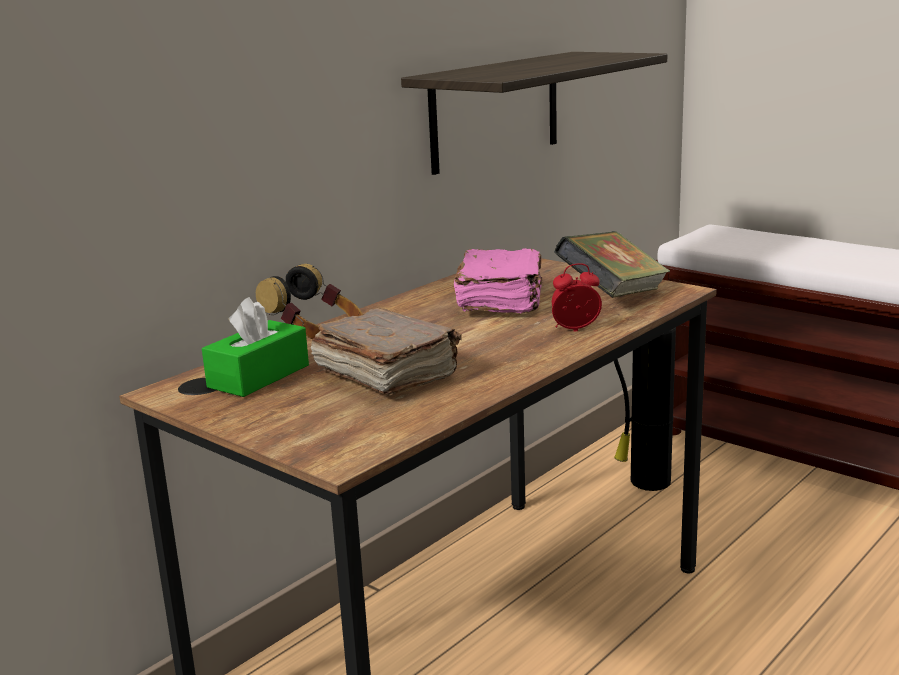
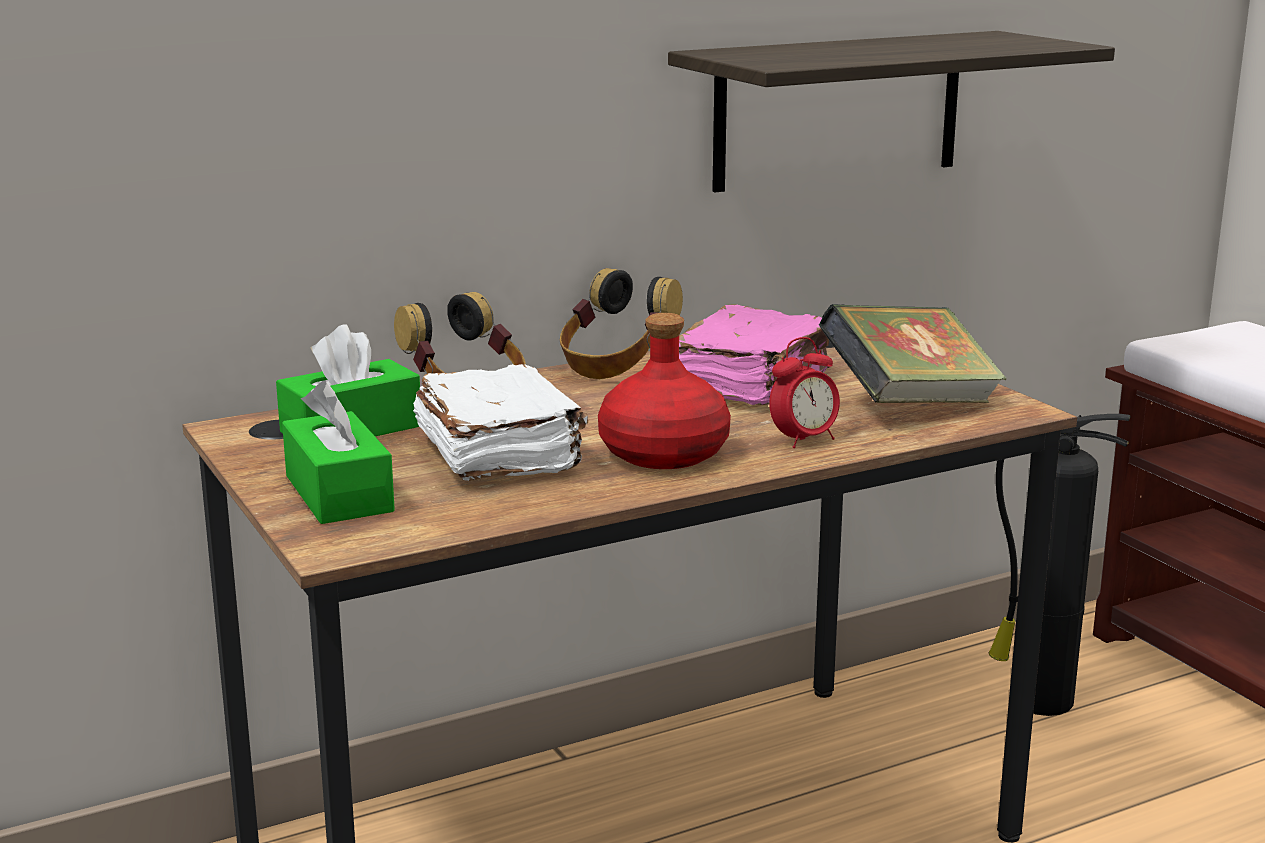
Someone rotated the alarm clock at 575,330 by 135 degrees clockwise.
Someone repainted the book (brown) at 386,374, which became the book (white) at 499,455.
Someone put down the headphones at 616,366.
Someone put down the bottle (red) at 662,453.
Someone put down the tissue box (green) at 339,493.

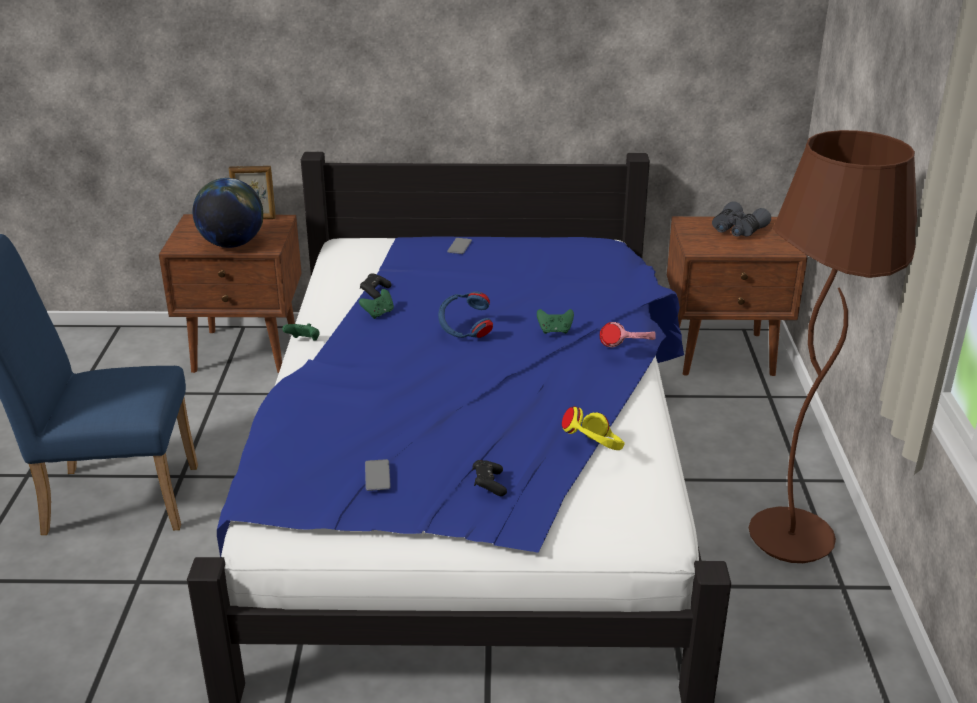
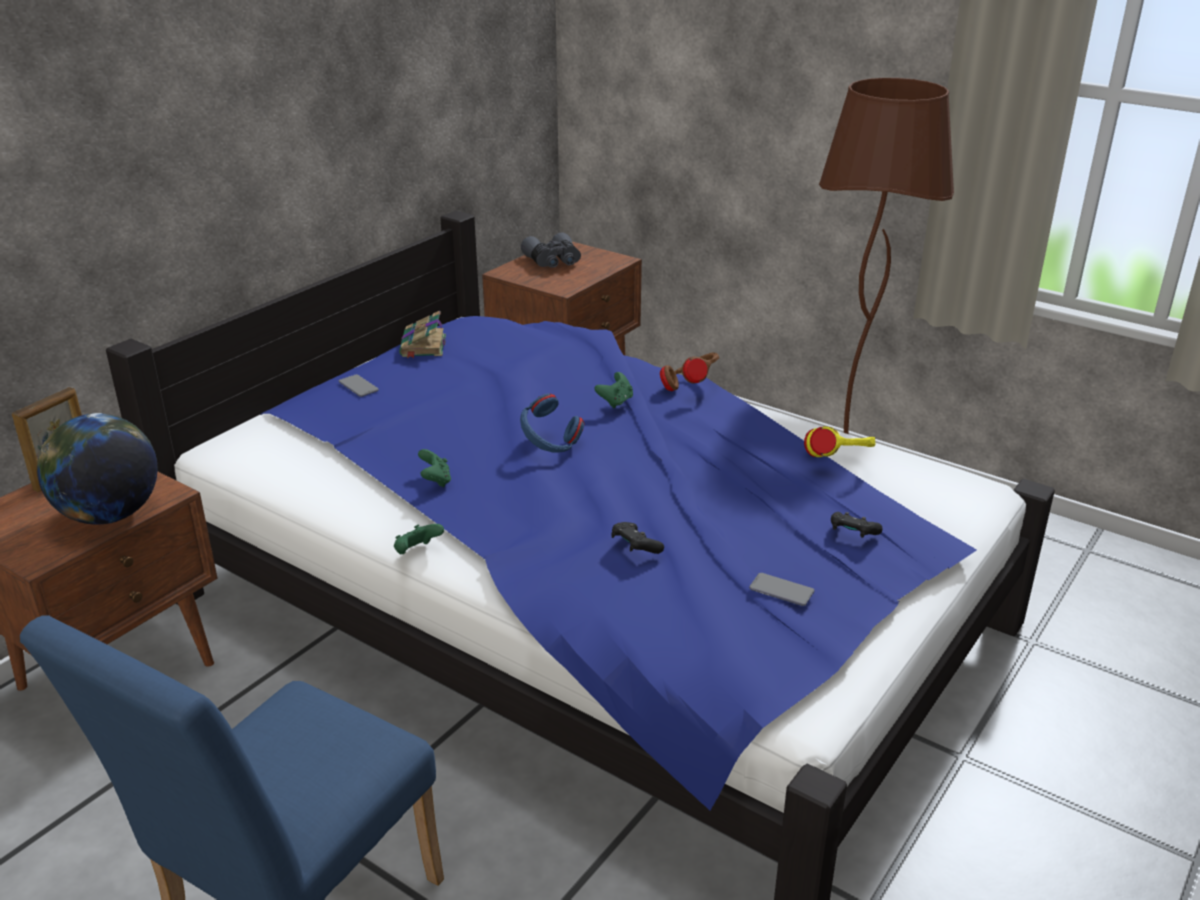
Someone carried the game controller (black) from 375,292 to 635,547.
Someone repainted the headphones (pink) at 626,352, which became the headphones (brown) at 691,387.
Someone put down the book at 423,346.

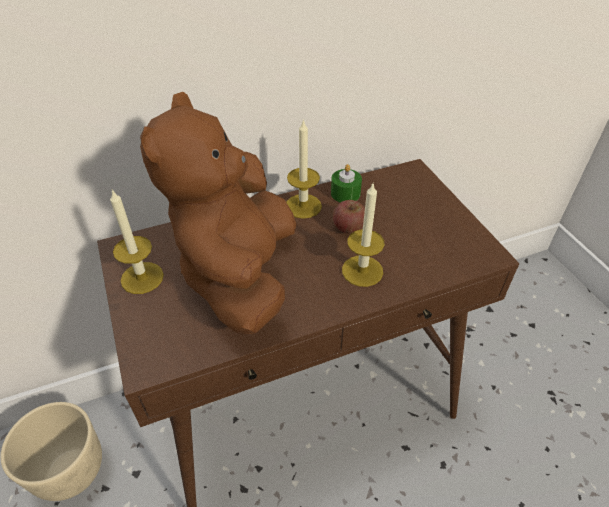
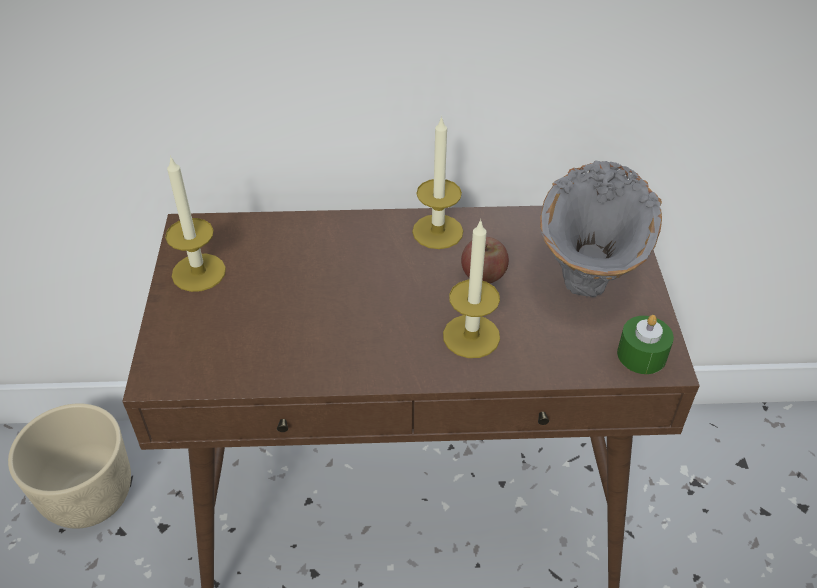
Someone took away the plush toy (brown) at 239,273.
Someone carried the candle (green) from 345,193 to 641,355.
Someone put down the vase (grey) at 591,270.

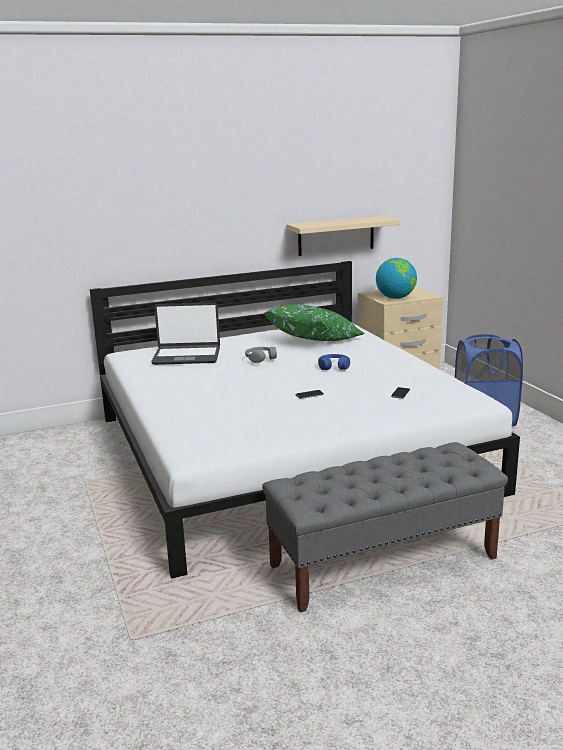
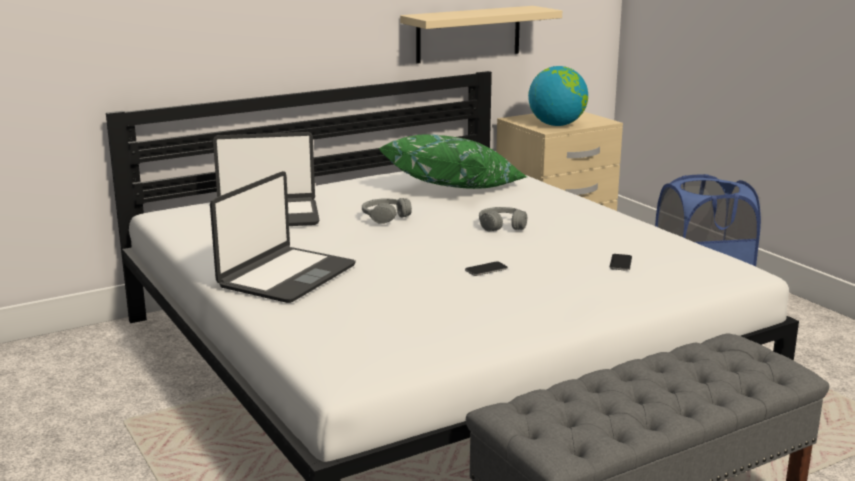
Someone repainted the headphones (blue) at 334,367, which became the headphones (grey) at 502,226.
Someone put down the laptop at 286,276.

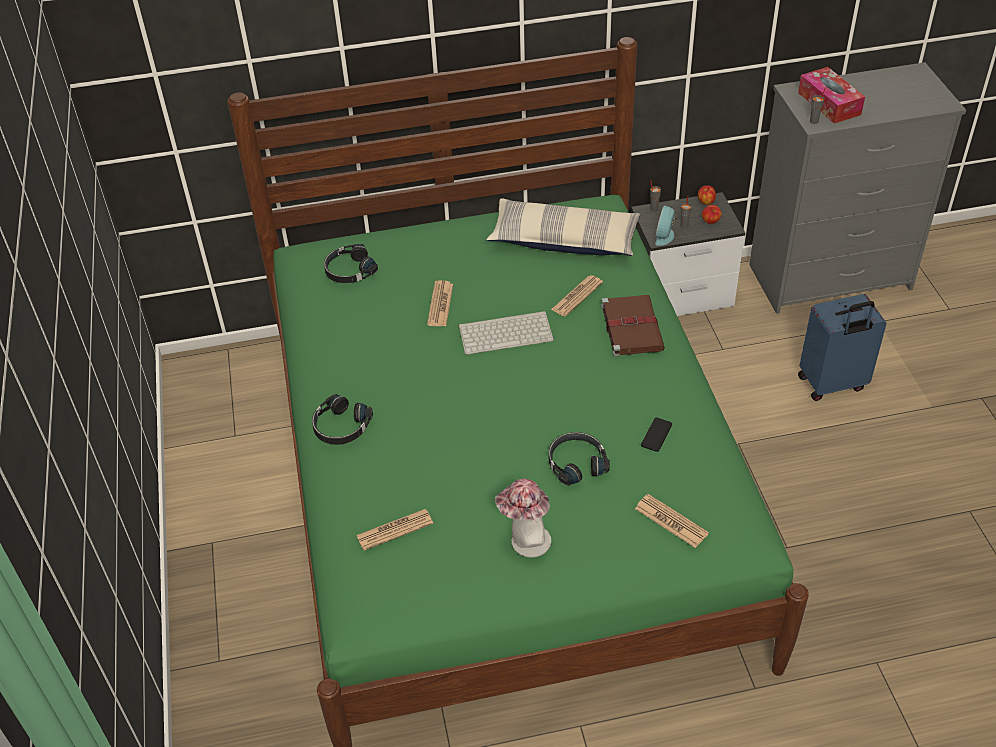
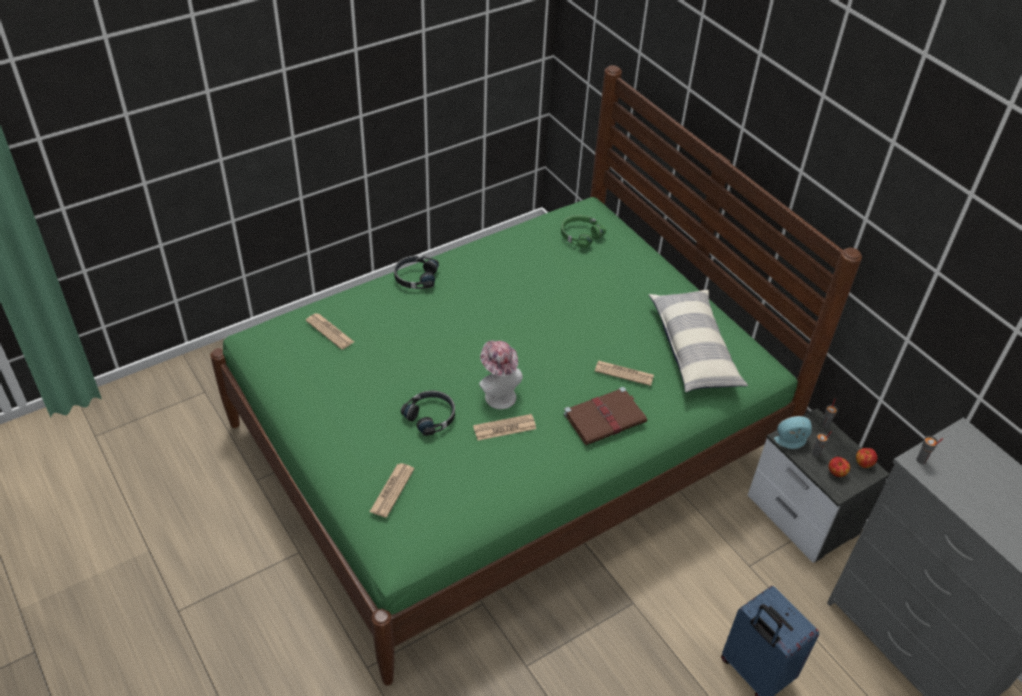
Someone took away the tissue box at 829,103.
Someone repainted the headphones (black) at 349,270, which became the headphones (green) at 580,235.
Someone carried the newspaper from 440,304 to 504,428.
Someone took away the keyboard at 506,332.
Someone took away the phone at 656,435.
Someone carried the hat from 525,542 to 498,394.

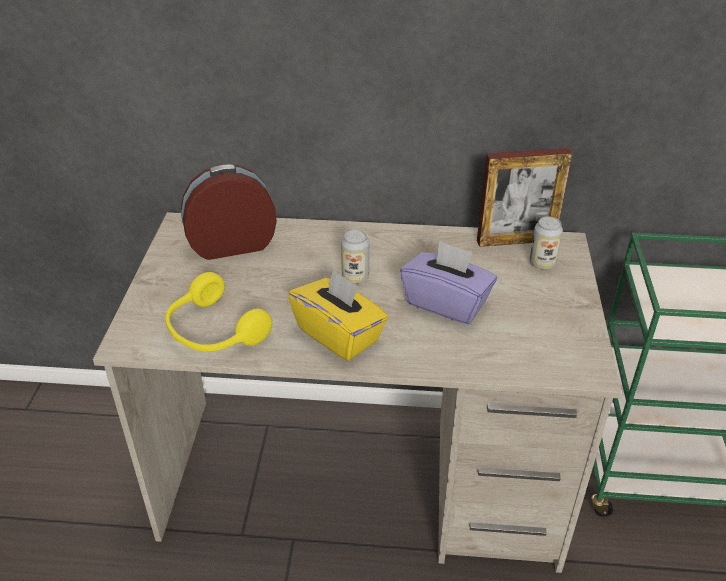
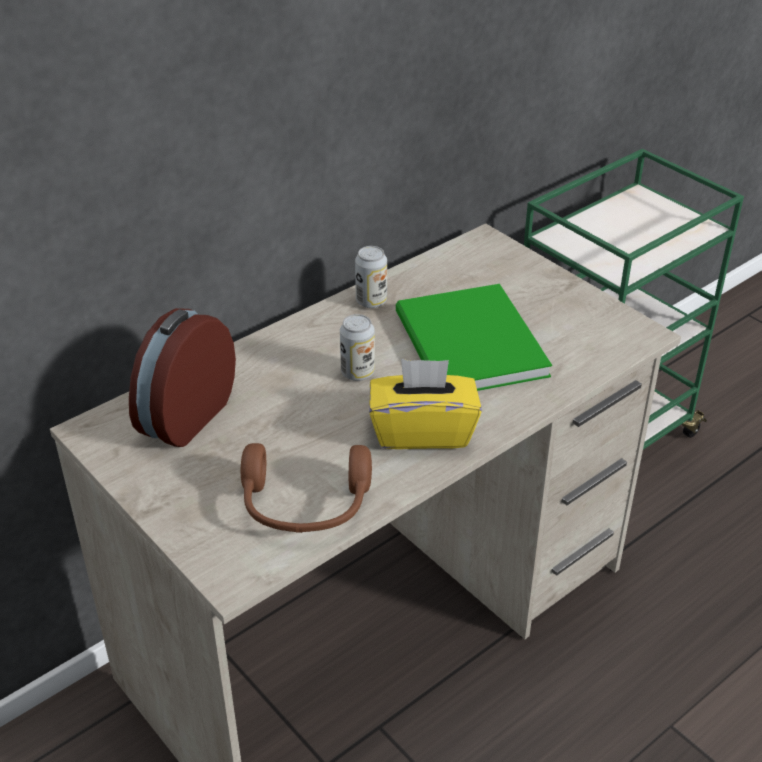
Someone took away the picture frame at 516,240.
Someone carried the can from 542,263 to 371,301.
Someone swapped the tissue box (purple) at 446,303 for the book (green) at 468,347.
Someone repainted the headphones (yellow) at 213,332, which became the headphones (brown) at 305,506.

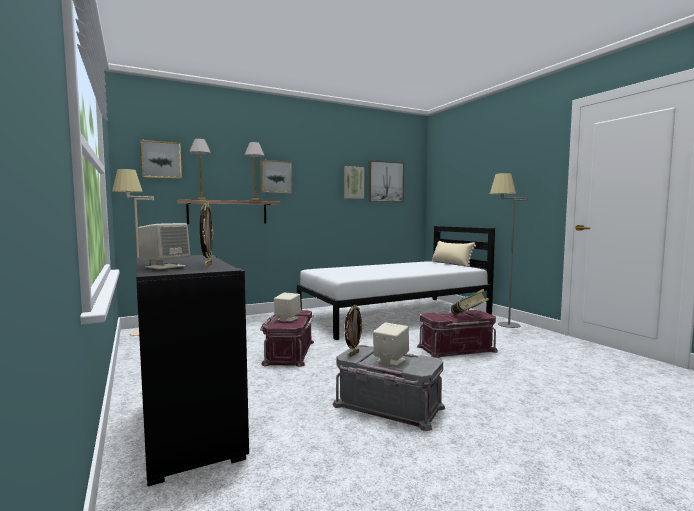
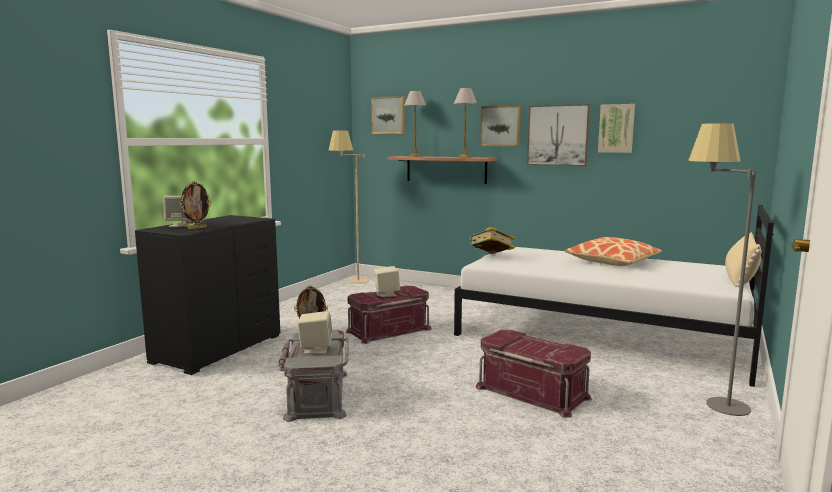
Someone carried the picture from 385,182 to 558,135.
Someone carried the book from 468,317 to 491,256.
Someone put down the pillow at 612,261.

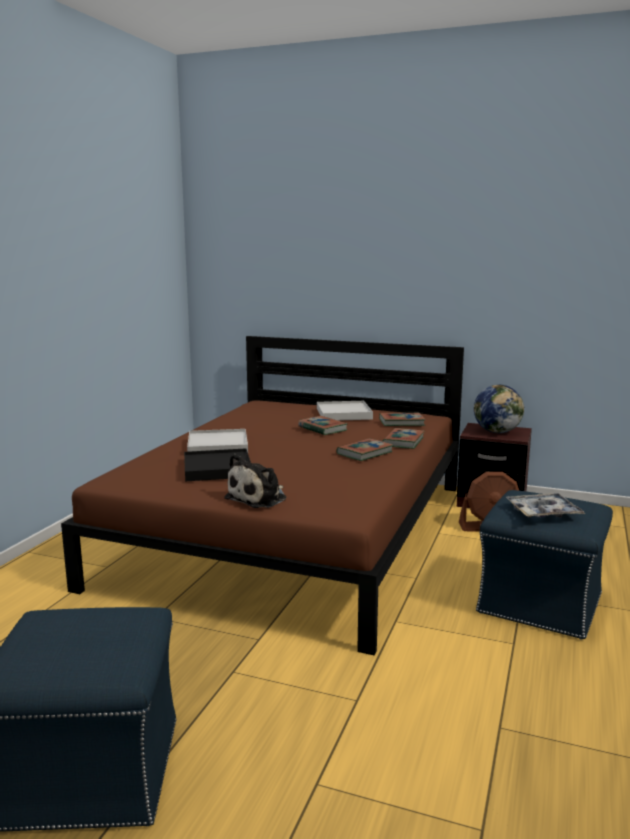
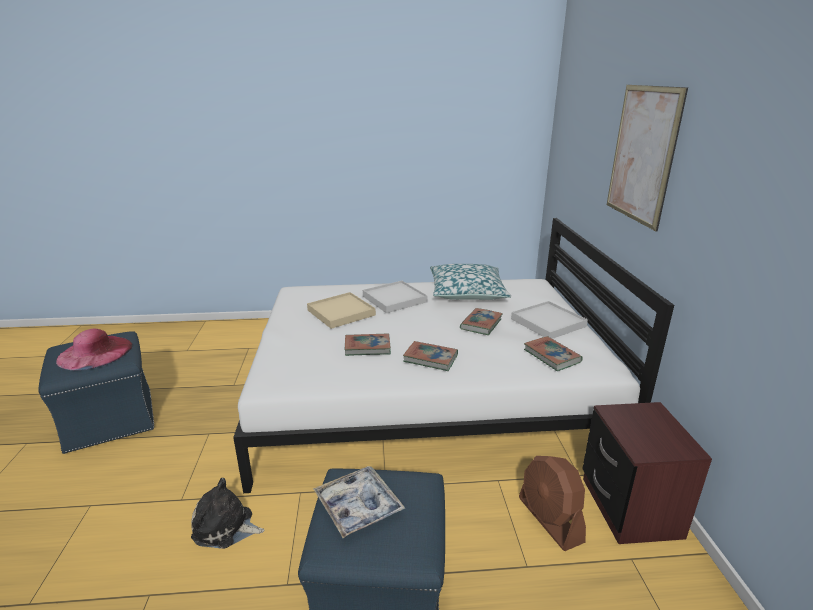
Someone repainted the bed (brown) at 296,532, which became the bed (white) at 428,396.
Someone took away the globe at 497,432.
Someone carried the book from 403,442 to 367,347.
Someone repainted the tray (black) at 217,468, which became the tray (beige) at 341,313.
Someone carried the plush toy from 259,498 to 226,527.
Someone put up the picture at 642,154.
Someone put down the pillow at 467,292.
Someone put down the hat (pink) at 95,352.

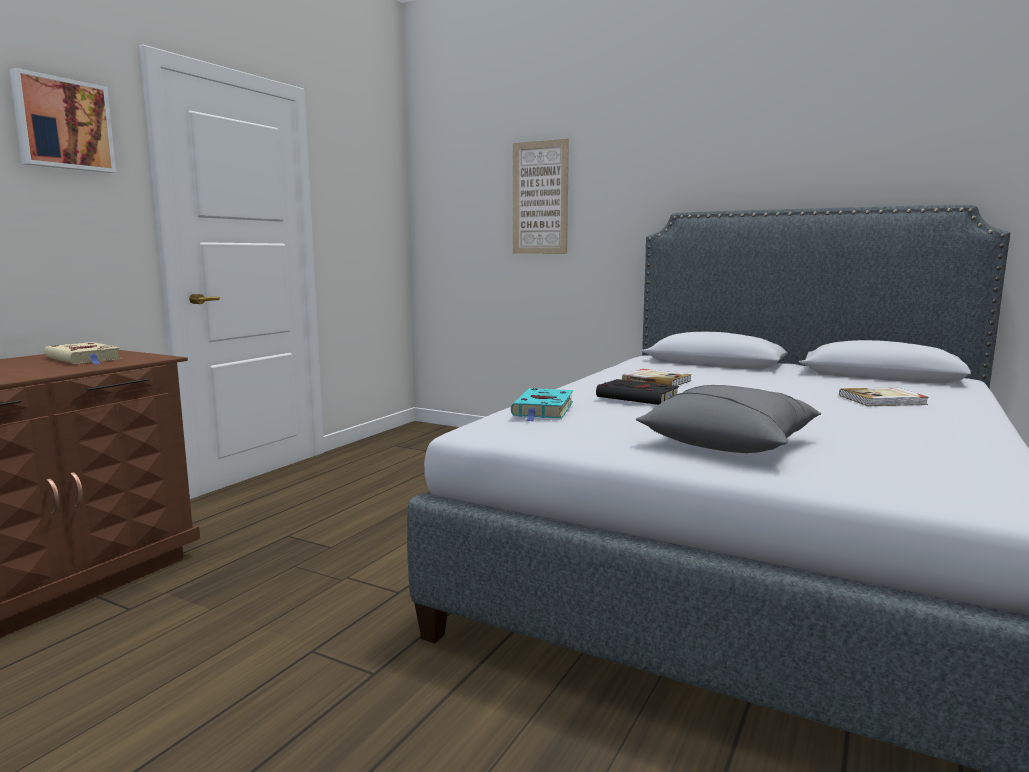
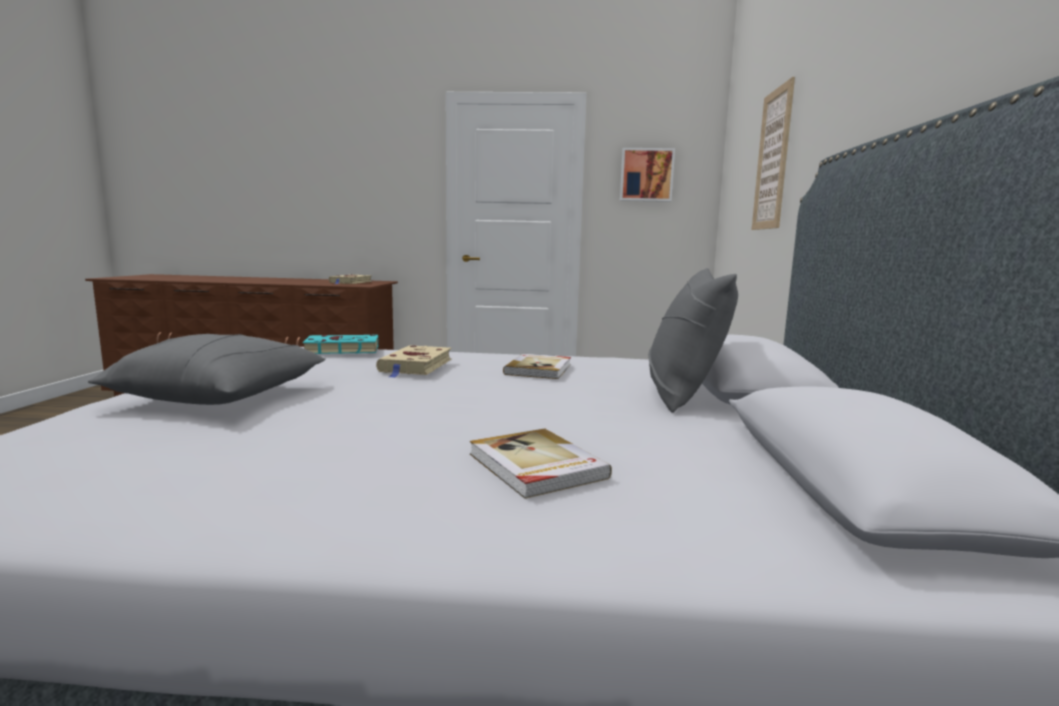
Someone carried the picture from 63,124 to 646,175.
Someone repainted the book (black) at 640,398, which became the book (beige) at 416,366.
Someone put down the pillow (grey) at 682,394.

